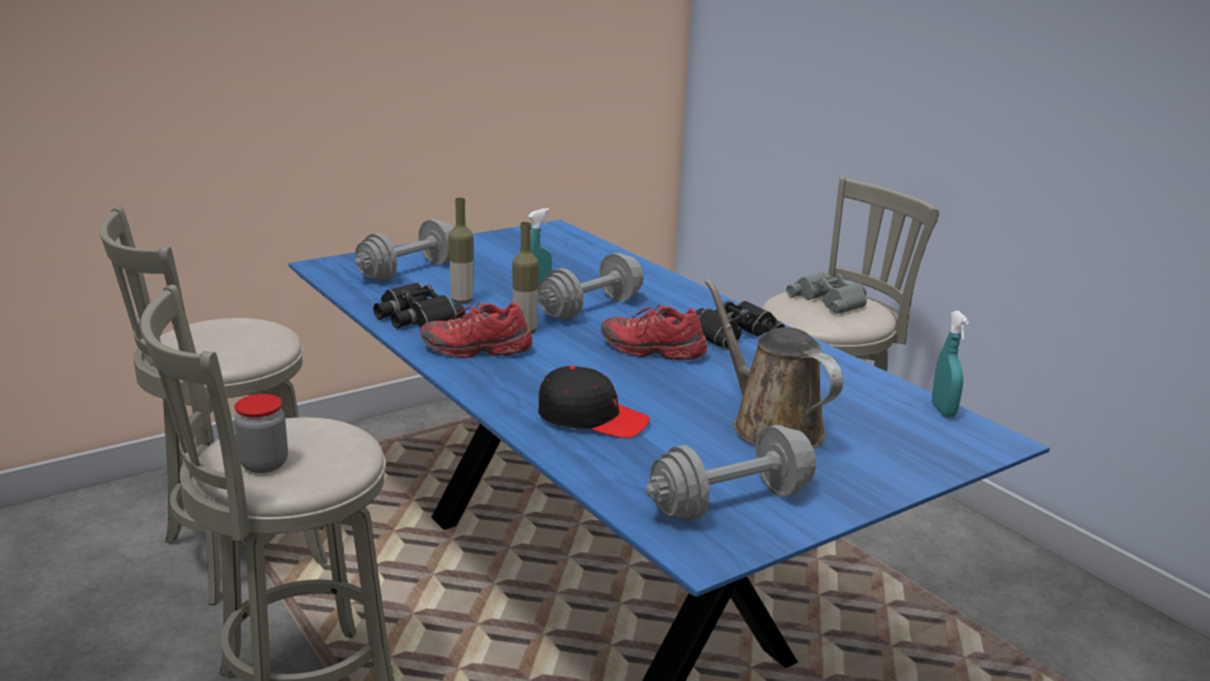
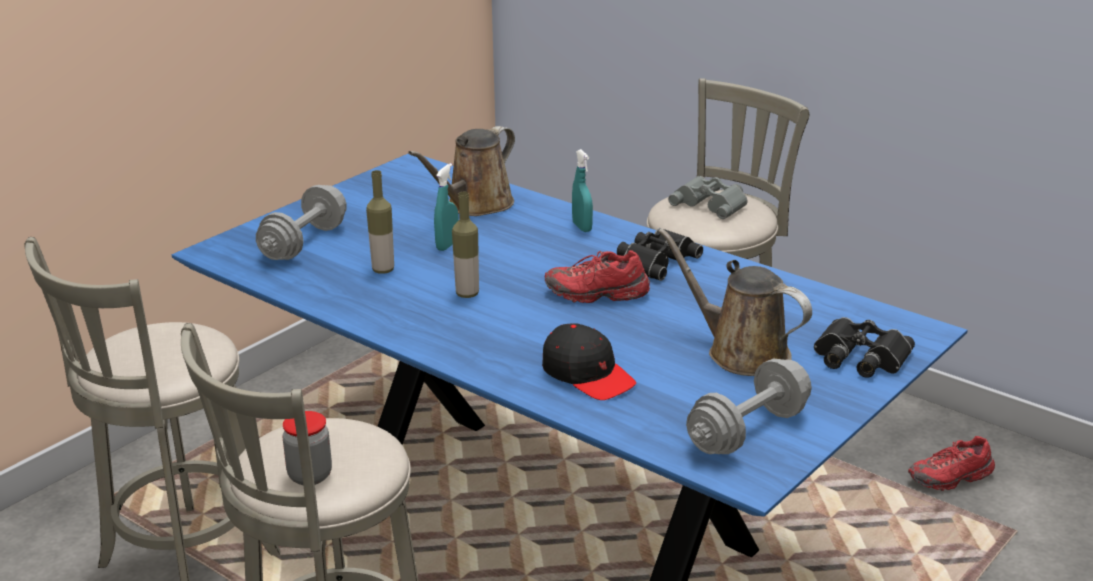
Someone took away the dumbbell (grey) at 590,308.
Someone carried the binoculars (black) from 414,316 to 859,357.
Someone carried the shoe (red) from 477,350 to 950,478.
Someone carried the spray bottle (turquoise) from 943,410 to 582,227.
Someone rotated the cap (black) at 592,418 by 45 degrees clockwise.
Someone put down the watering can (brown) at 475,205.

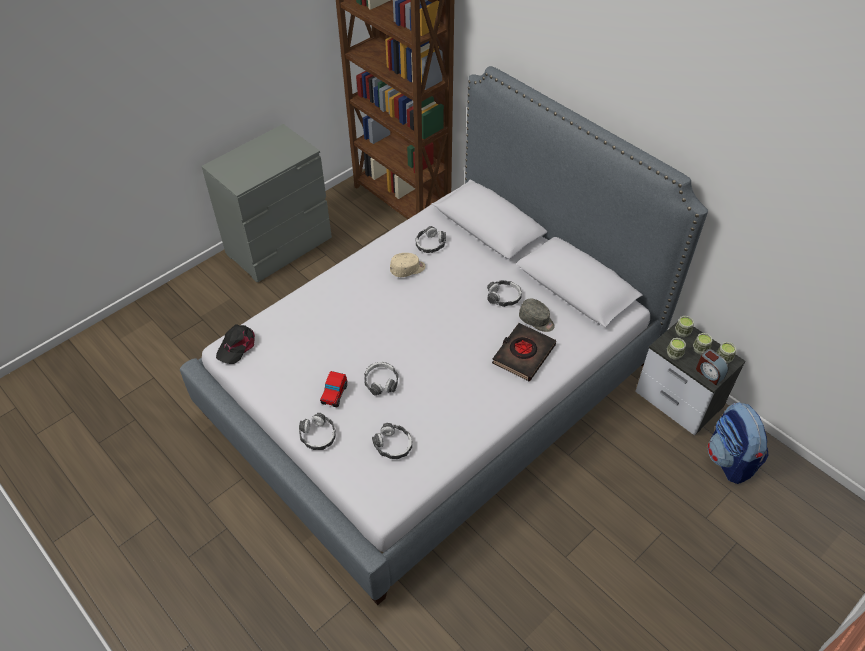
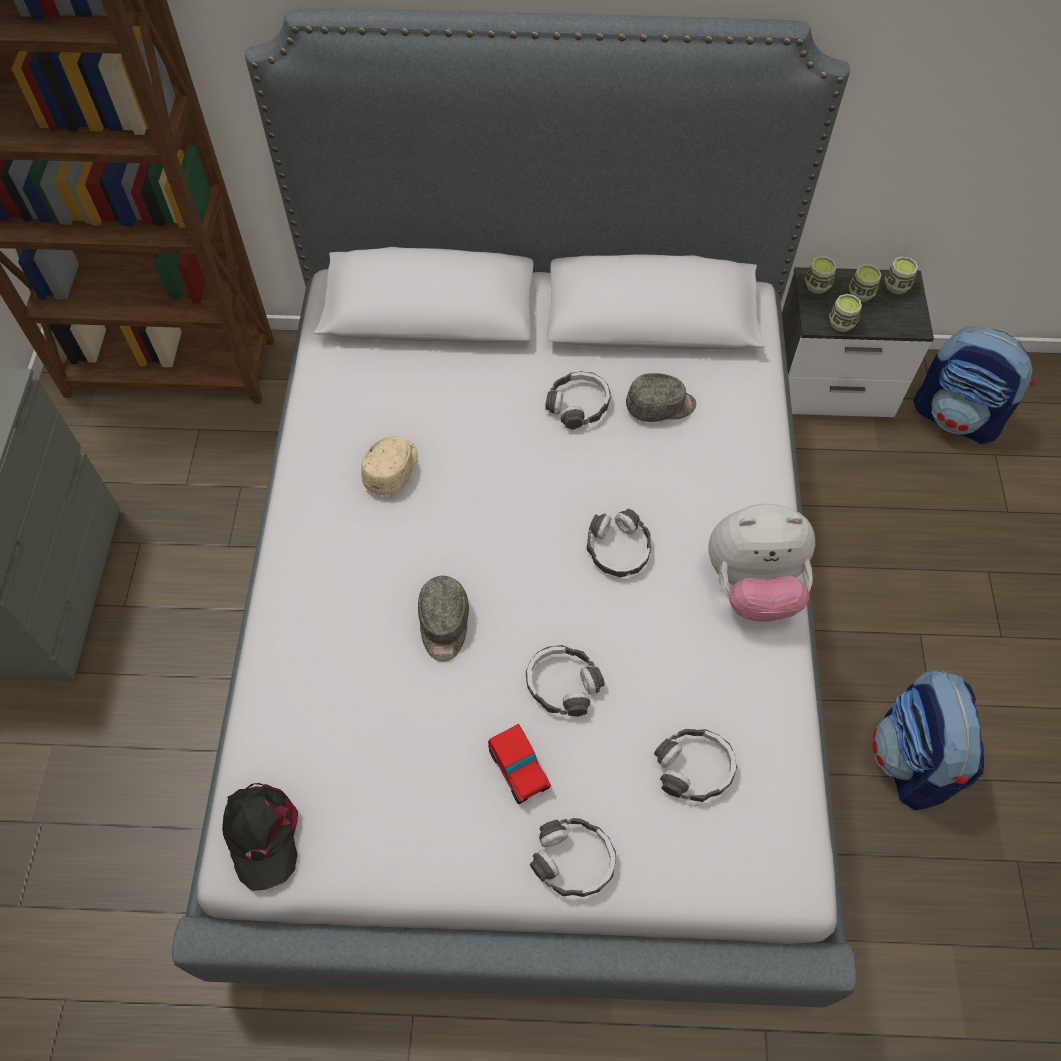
Someone carried the headphones from 430,244 to 618,549.
Someone took away the book (black) at 523,354.
Someone took away the alarm clock at 709,373.
Someone put down the plush toy at 753,585.
Someone put down the cap (grey) at 444,624.
Someone put down the backpack at 912,760.

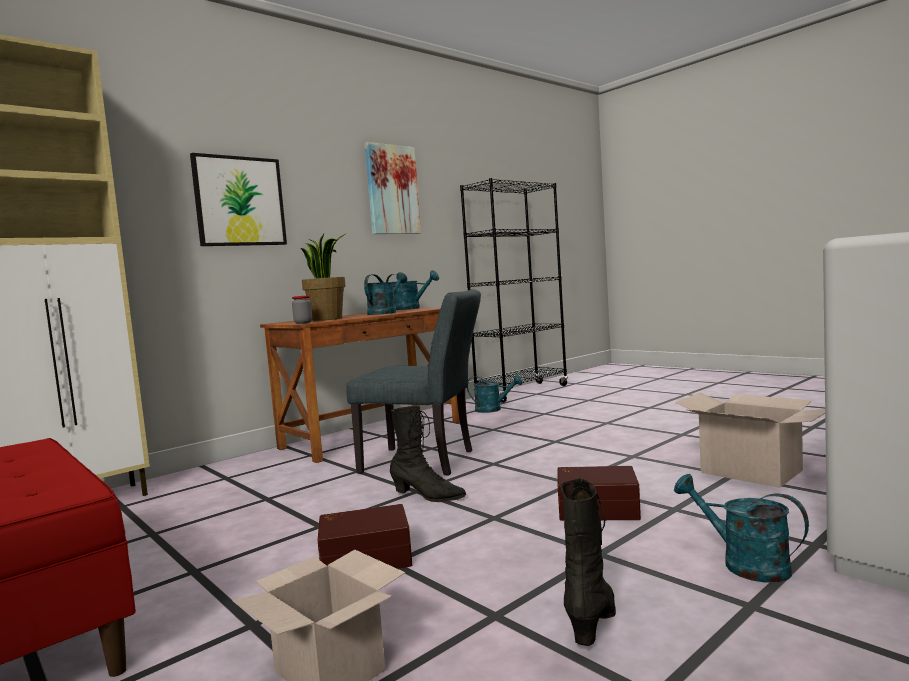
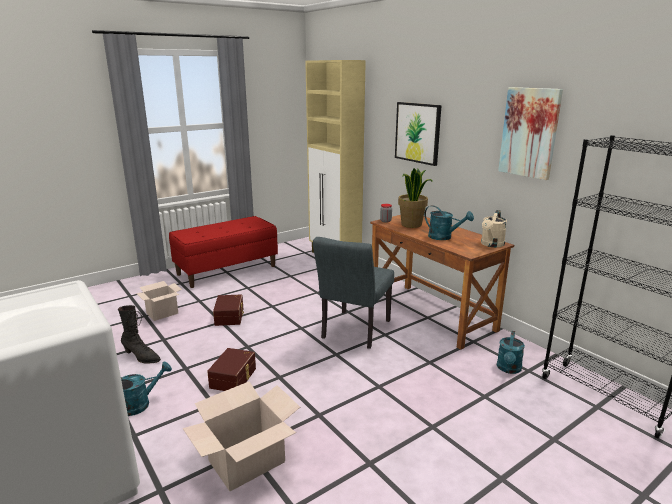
Someone repainted the watering can (turquoise) at 411,308, which became the watering can (beige) at 491,245.
Someone took away the boot (black) at 428,496.

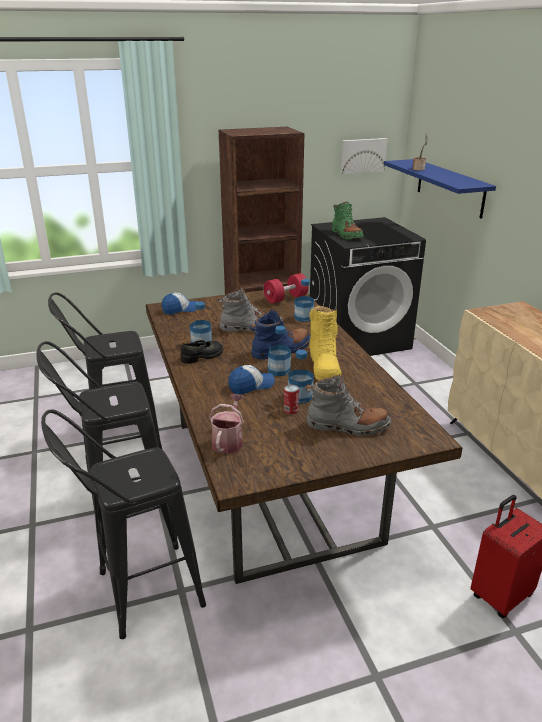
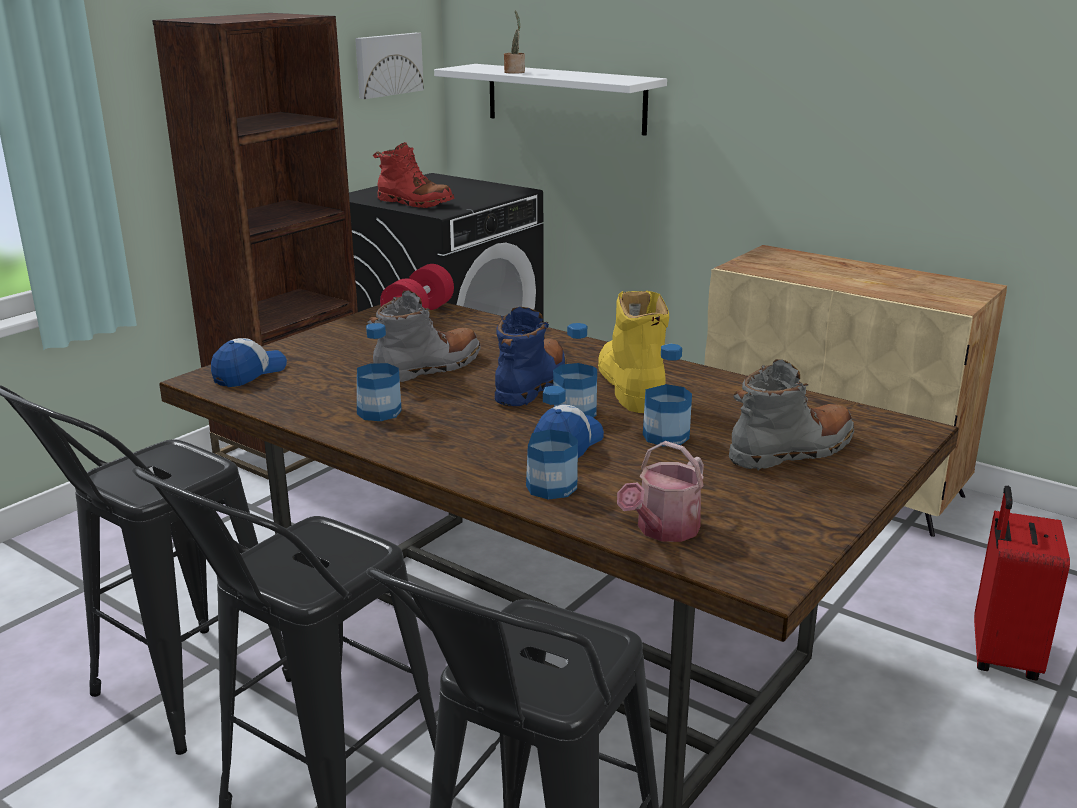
Someone repainted the shelf (blue) at 450,187, which became the shelf (white) at 565,98.
Someone repainted the boot (green) at 346,235, which became the boot (red) at 414,203.
Someone carried the bottle from 304,317 to 551,487.
Someone rotated the boot (yellow) at 324,365 by 150 degrees counterclockwise.
Someone took away the shoe (black) at 202,356.
Someone took away the can at 291,410.
Someone rotated the watering can at 228,441 by 120 degrees counterclockwise.

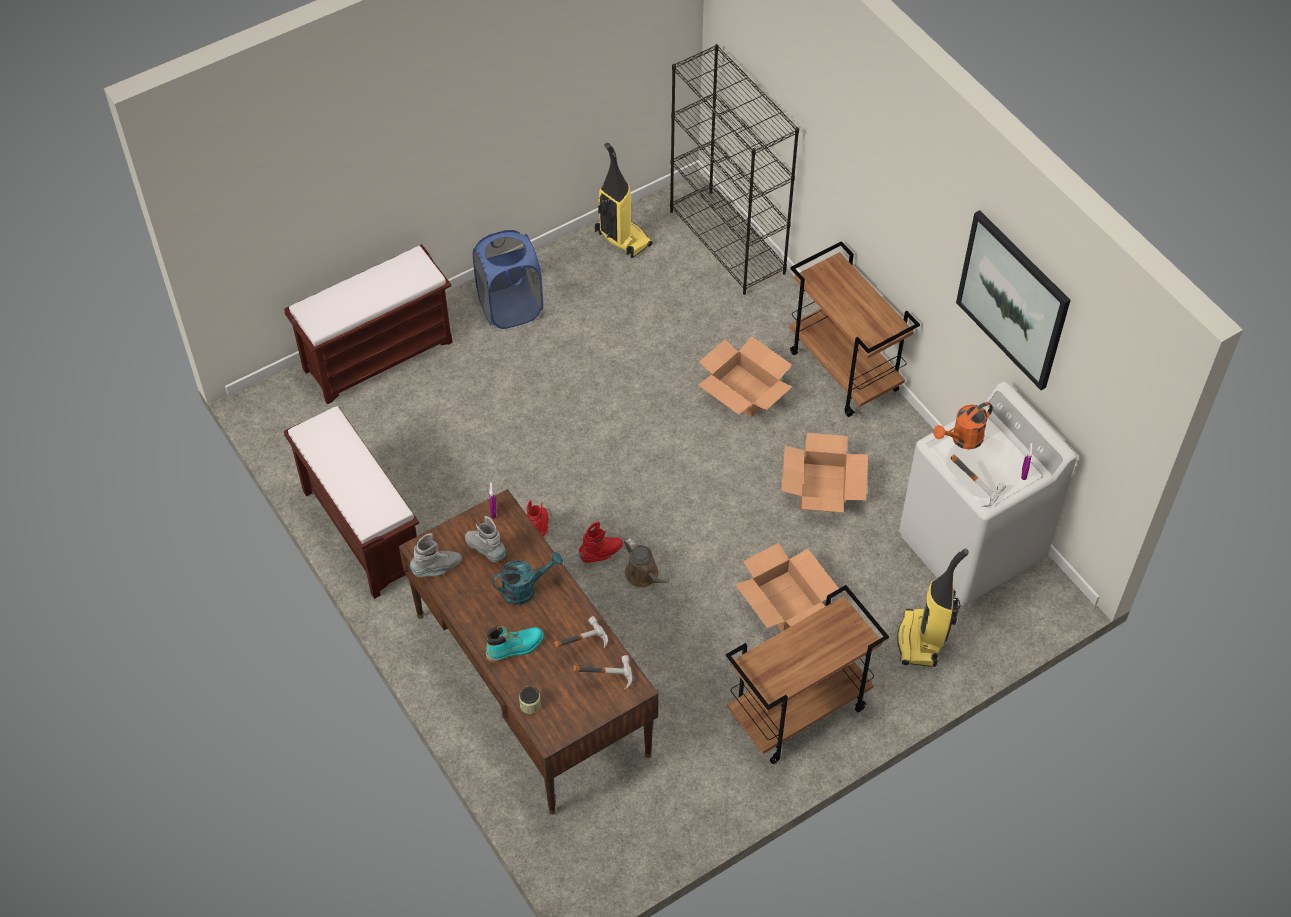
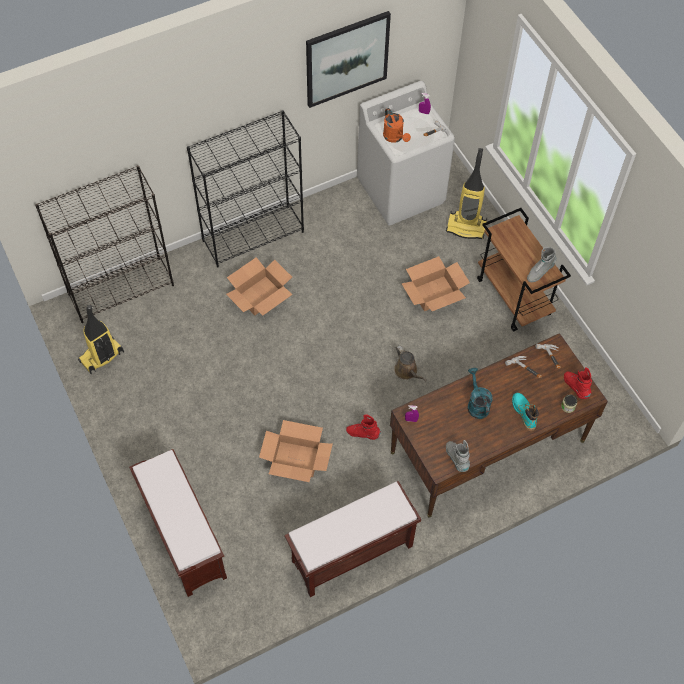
Someone took away the laundry basket (blue) at 510,308.
Someone swapped the cart (brown) at 845,371 for the bookcase (black) at 253,236.
Someone carried the cardboard box from 822,487 to 296,459.
Someone carried the boot (grey) from 486,550 to 539,272.
Someone carried the boot (red) from 601,554 to 576,387.
Someone rotated the watering can (brown) at 644,576 by 90 degrees clockwise.

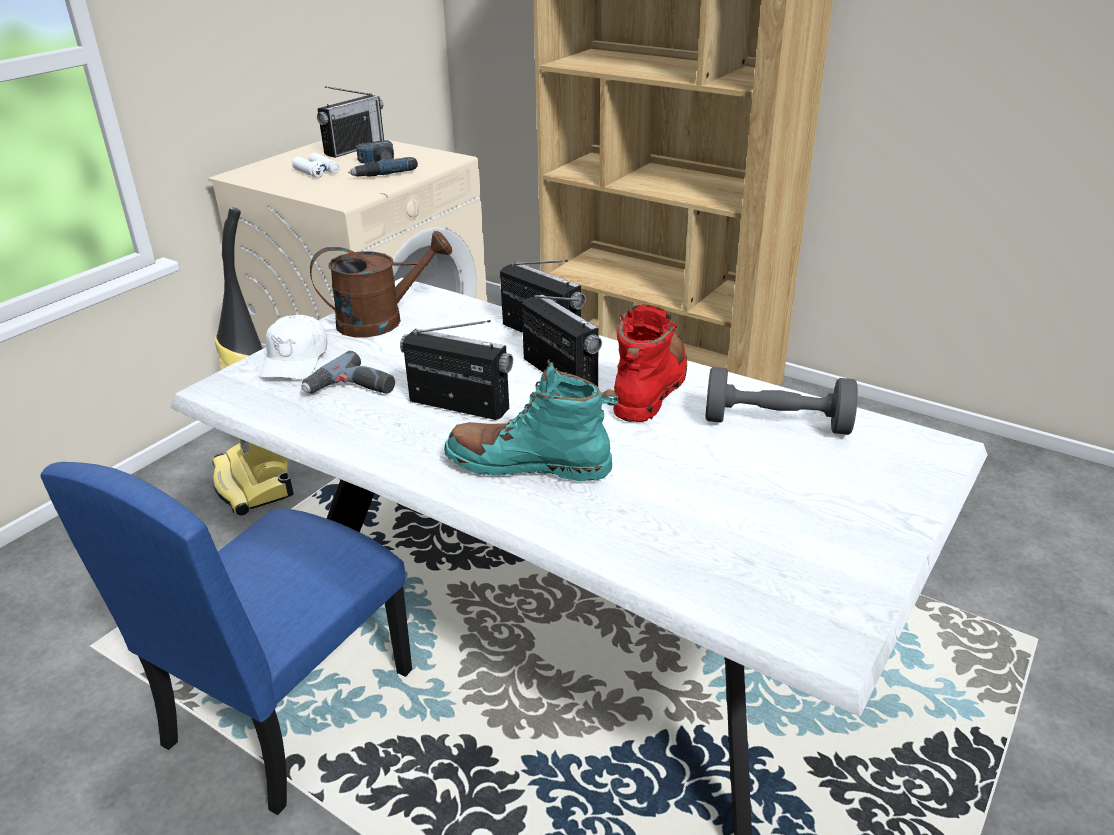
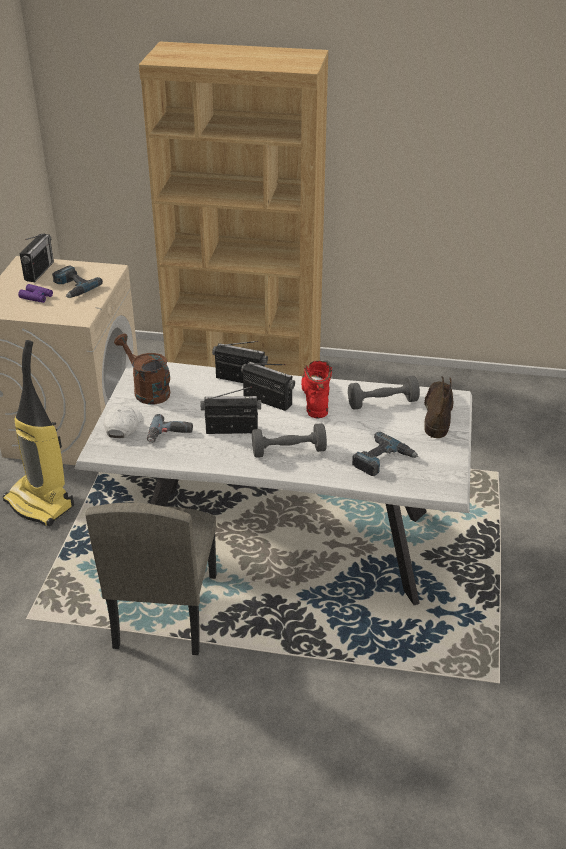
Someone repainted the binoculars (white) at 317,172, which became the binoculars (purple) at 36,297.
Someone rotated the watering can (brown) at 382,321 by 90 degrees counterclockwise.
Someone rotated the cap (white) at 296,360 by 150 degrees counterclockwise.
Someone swapped the boot (turquoise) at 529,465 for the dumbbell (grey) at 288,451.
Someone repainted the chair (blue) at 289,706, which became the chair (beige) at 164,610.
Someone put down the boot (brown) at 437,413.
Someone put down the power drill at 383,460.

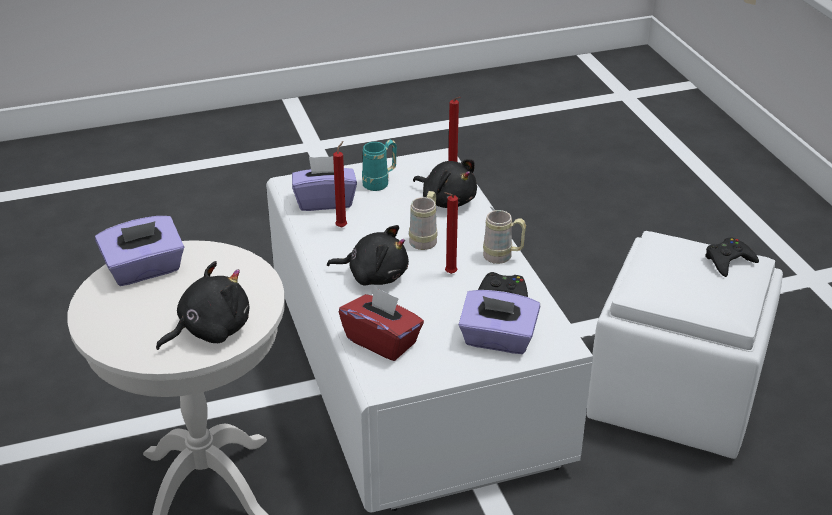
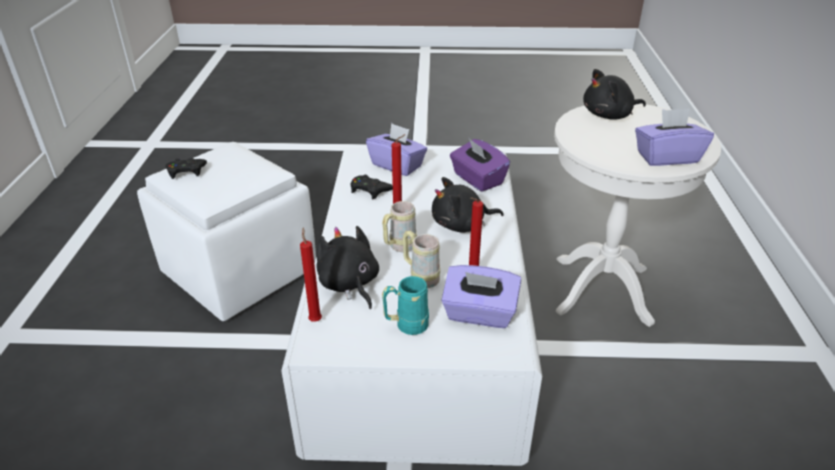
Someone carried the mug (beige) from 503,257 to 420,277.
Someone rotated the plush toy (black) at 374,275 by 45 degrees counterclockwise.
Someone repainted the tissue box (red) at 382,341, which became the tissue box (purple) at 477,179.

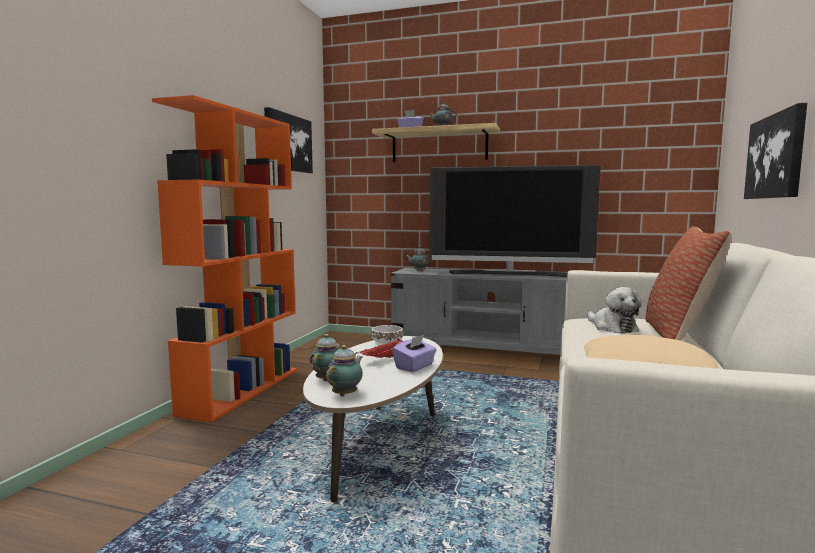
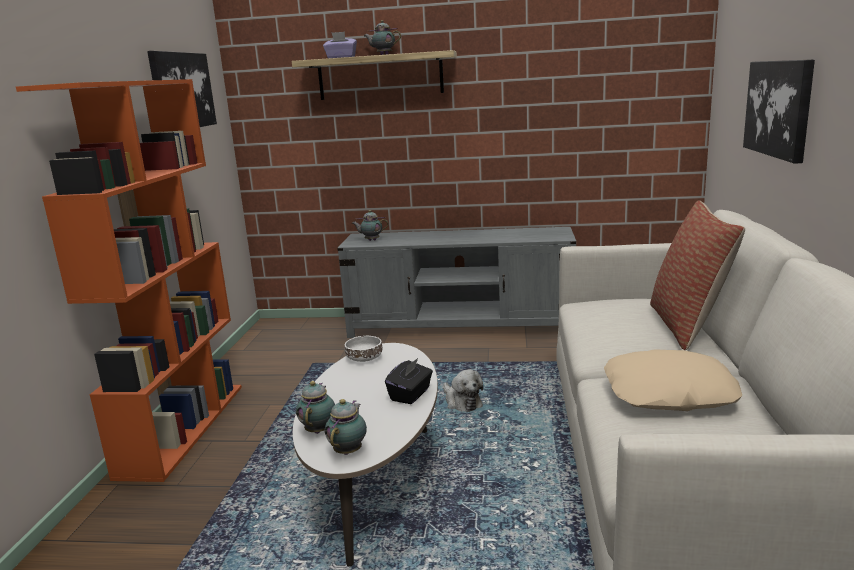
Someone took away the television at 510,274.
Someone carried the plush toy from 612,327 to 462,402.
Someone repainted the tissue box (purple) at 415,367, which became the tissue box (black) at 411,394.
Someone took away the tray (red) at 385,358.

